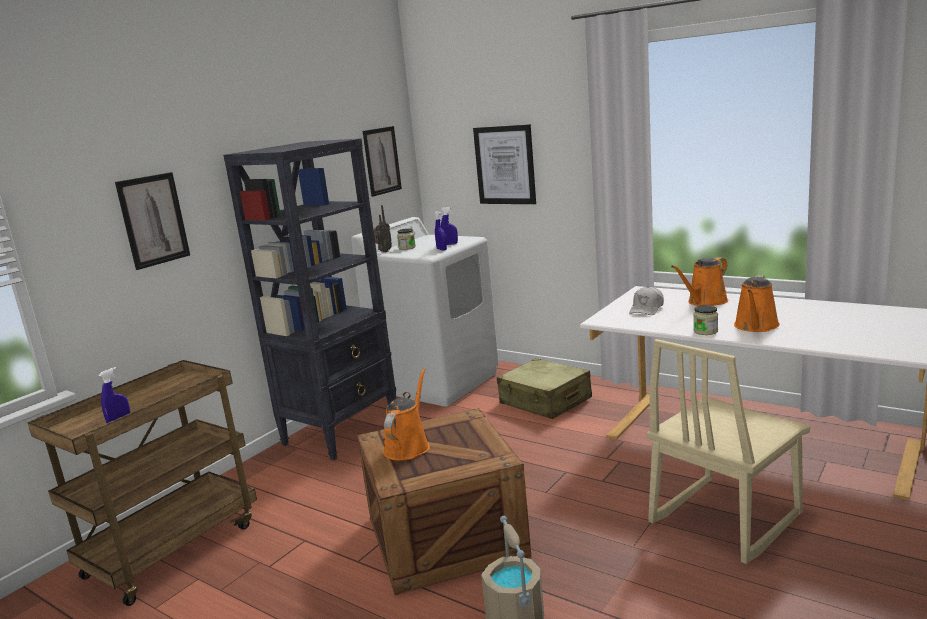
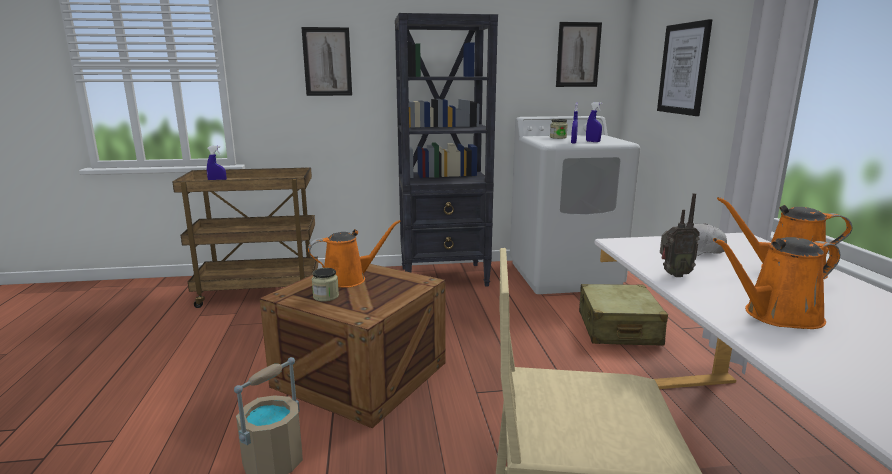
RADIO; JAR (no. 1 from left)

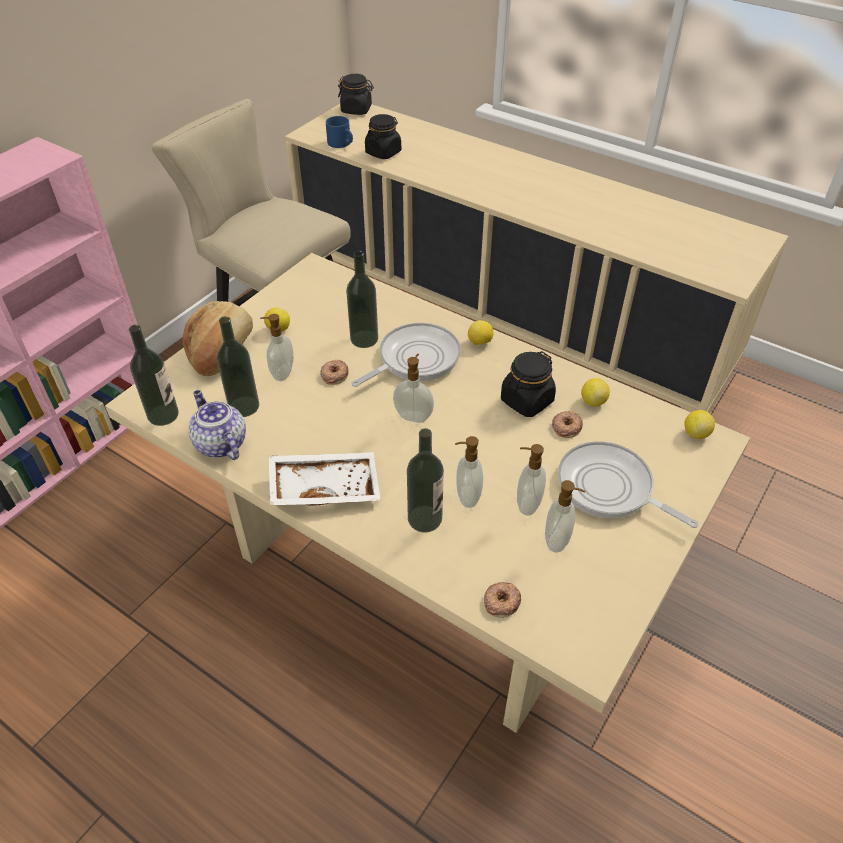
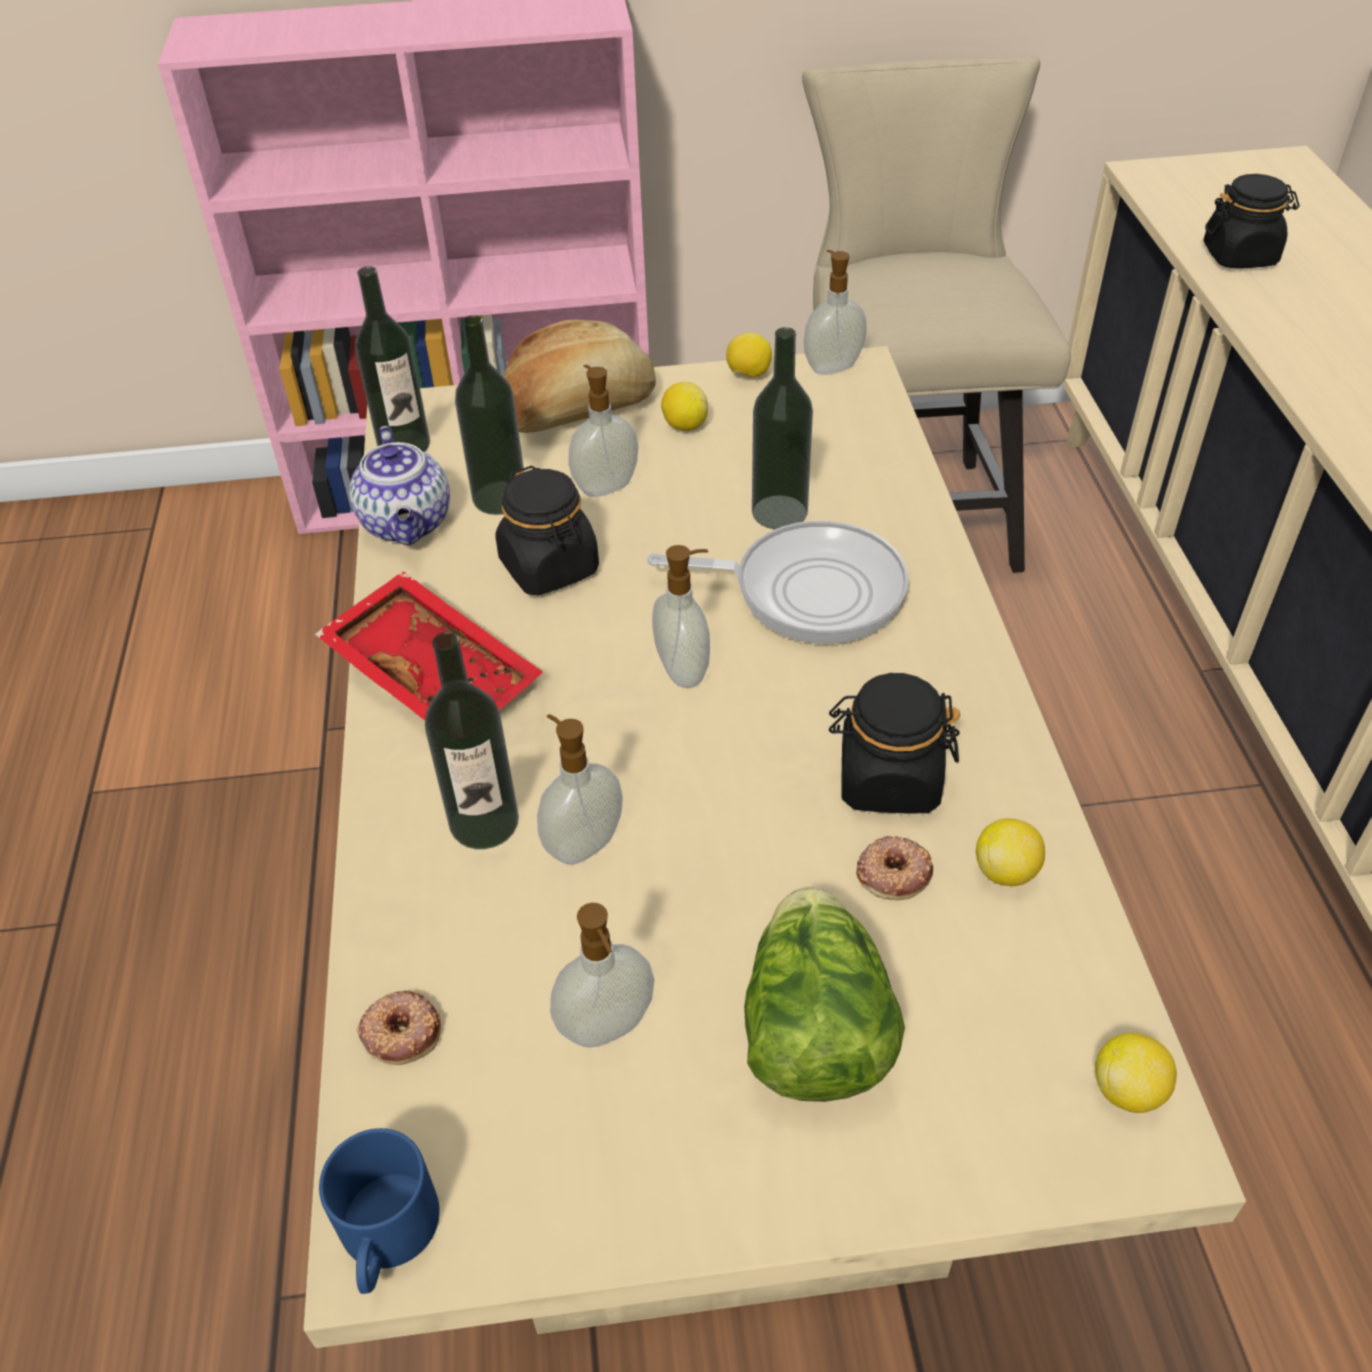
TEAPOT; RED TRAY; DONUT (no. 1 from left in the first image); BLUE MUG; BLACK JAR (no. 1 from left); LEMON (no. 2 from left); SOAP DISPENSER (no. 5 from left); LETTUCE

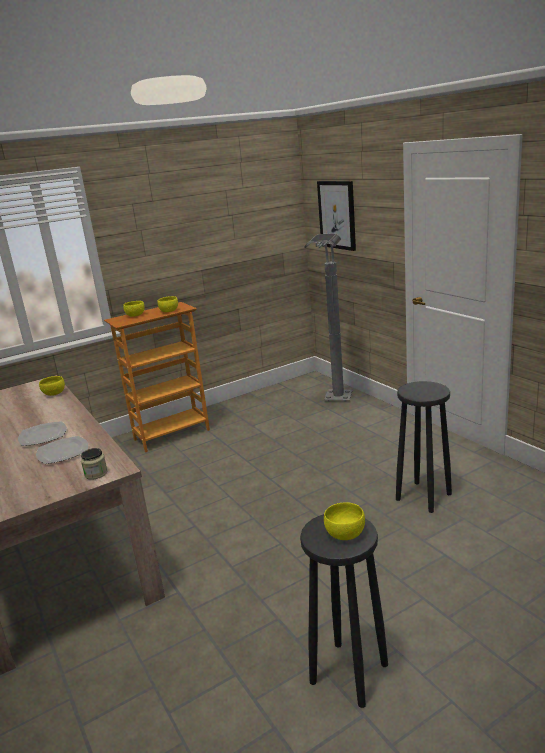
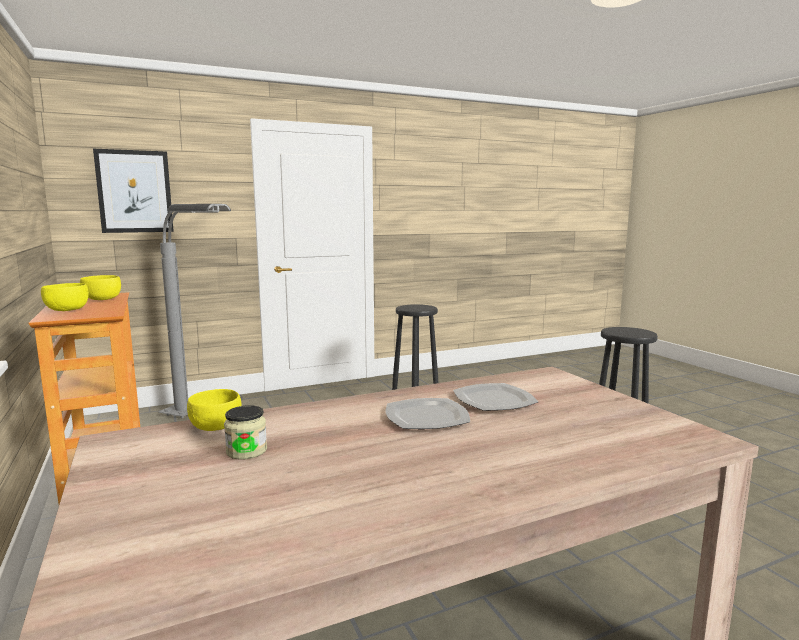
JAR; YELLOW BOWL (no. 4 from left in the first image)

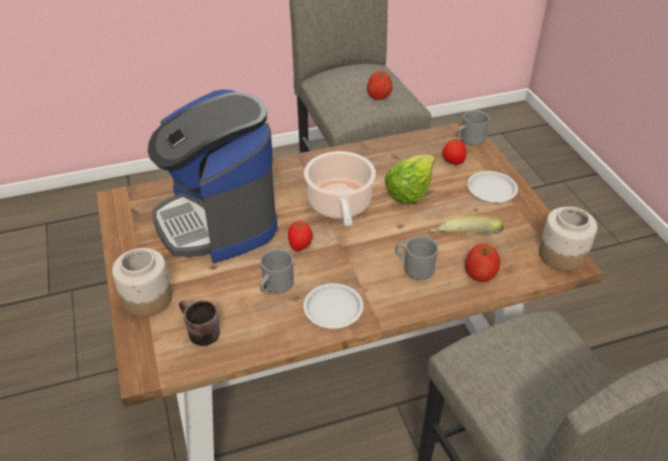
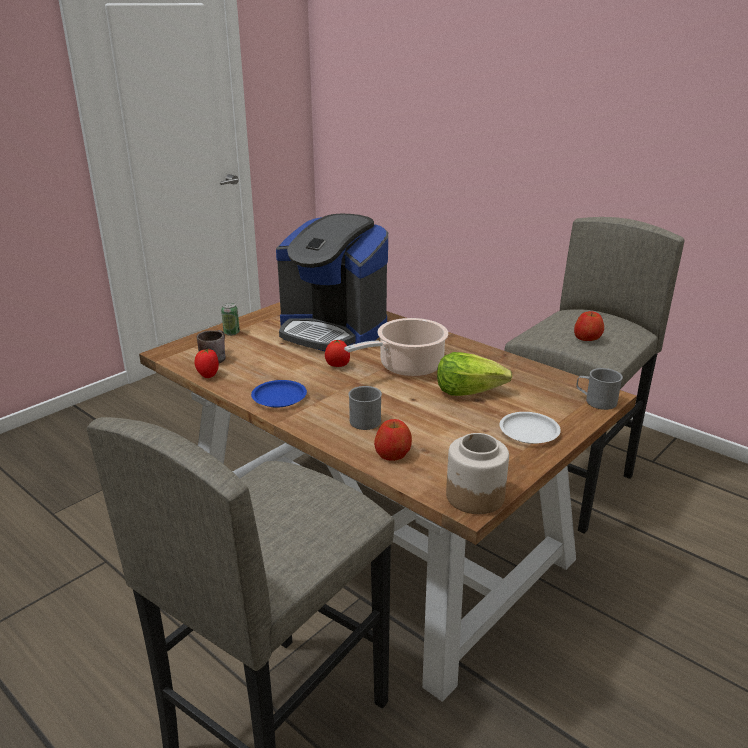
CAN; COFFEE MACHINE; GREY MUG (no. 1 from left in the first image); BLUE PLATE; BANANA; TOMATO (no. 1 from left)

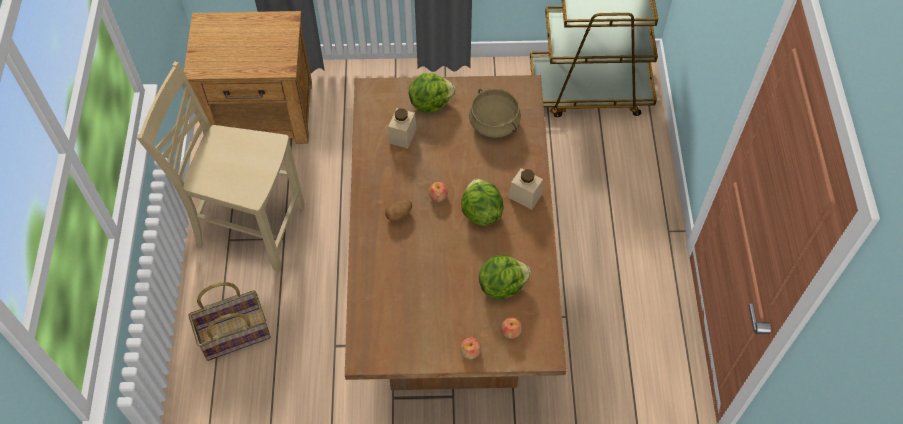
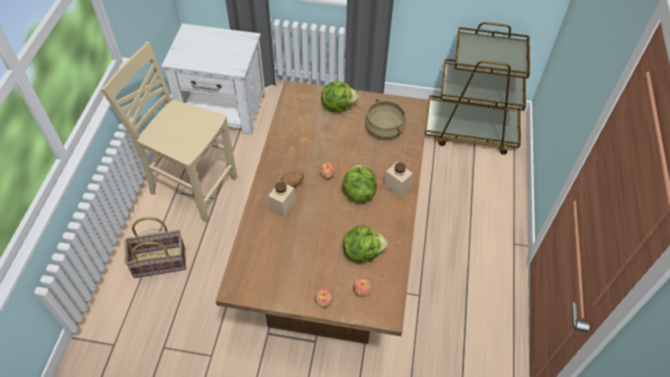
WHITE NIGHTSTAND; BEIGE JAR (no. 1 from left)

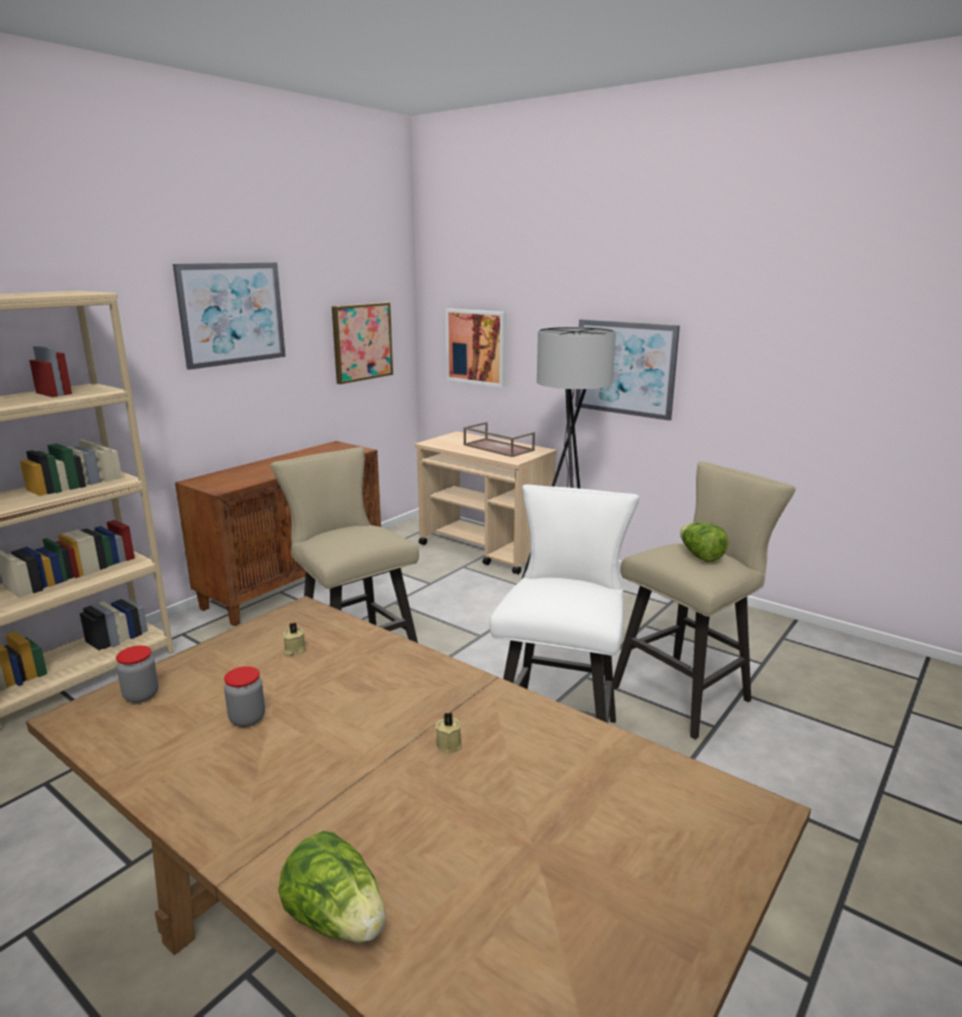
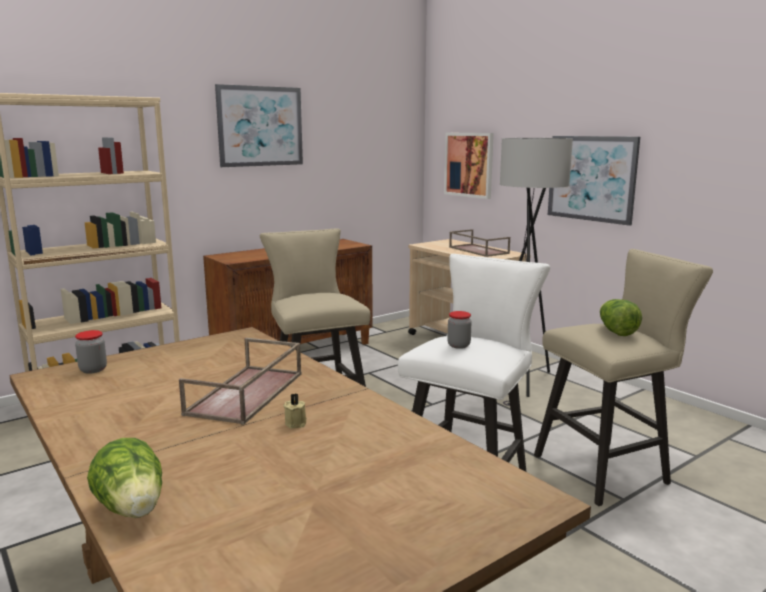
JAR (no. 2 from left); BEIGE CANDLE (no. 1 from left in the first image); PICTURE (no. 2 from left in the first image); BROWN TRAY (no. 1 from left)

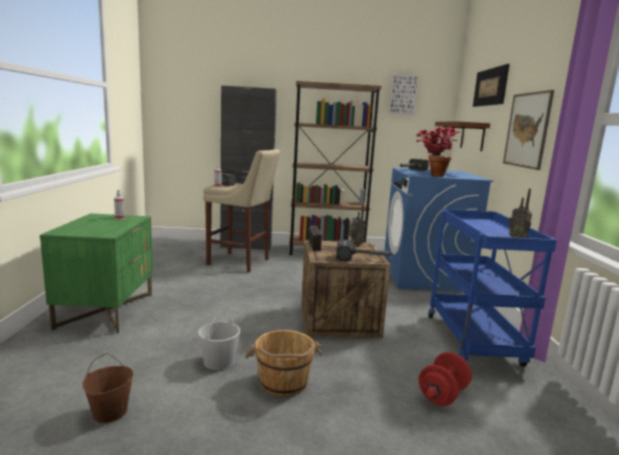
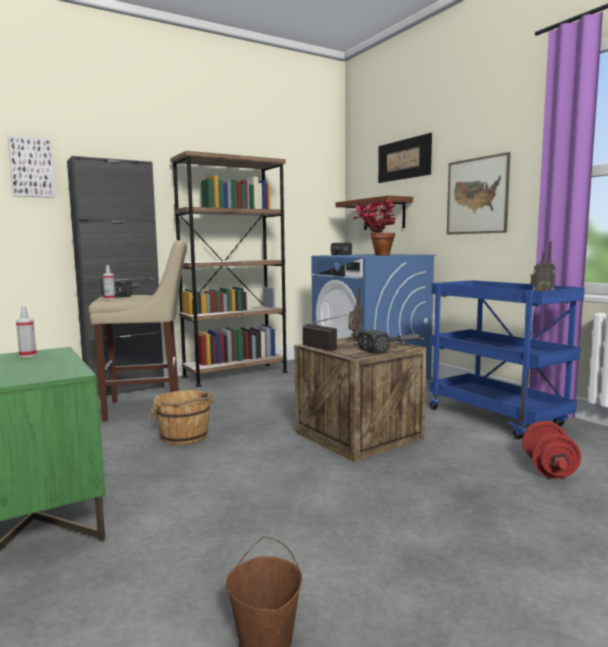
WHITE BUCKET; BROWN BUCKET (no. 1 from left); PICTURE (no. 1 from left)

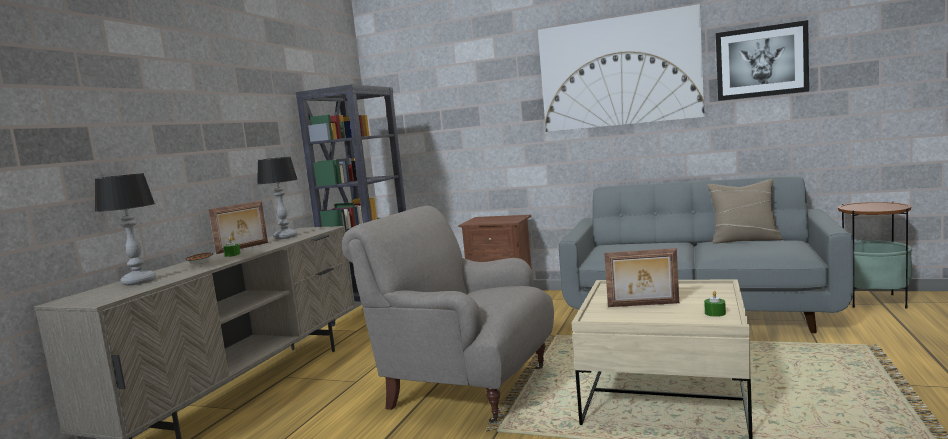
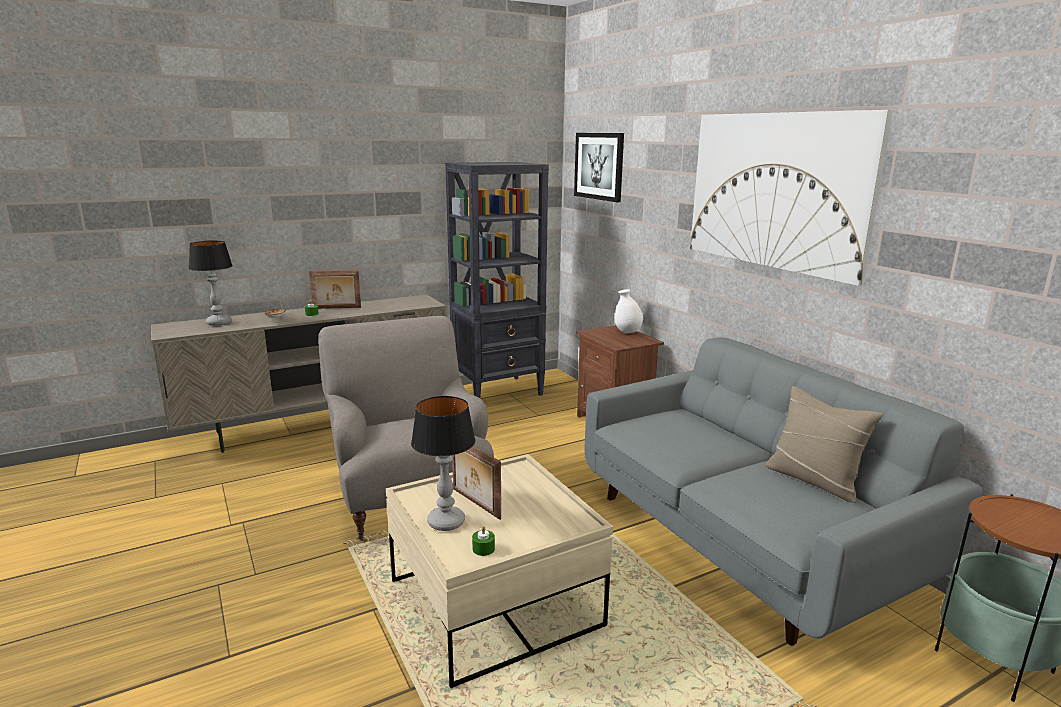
TABLE LAMP (no. 2 from left); PICTURE (no. 1 from left); WHITE VASE

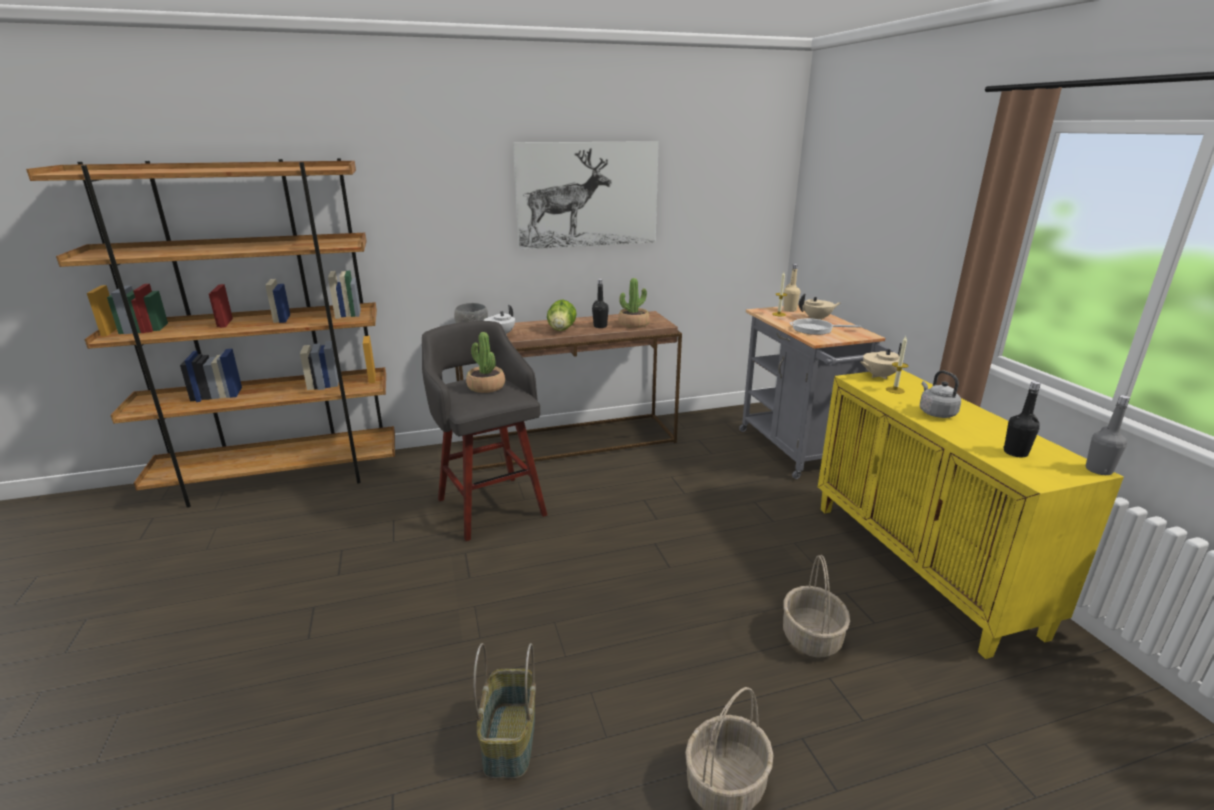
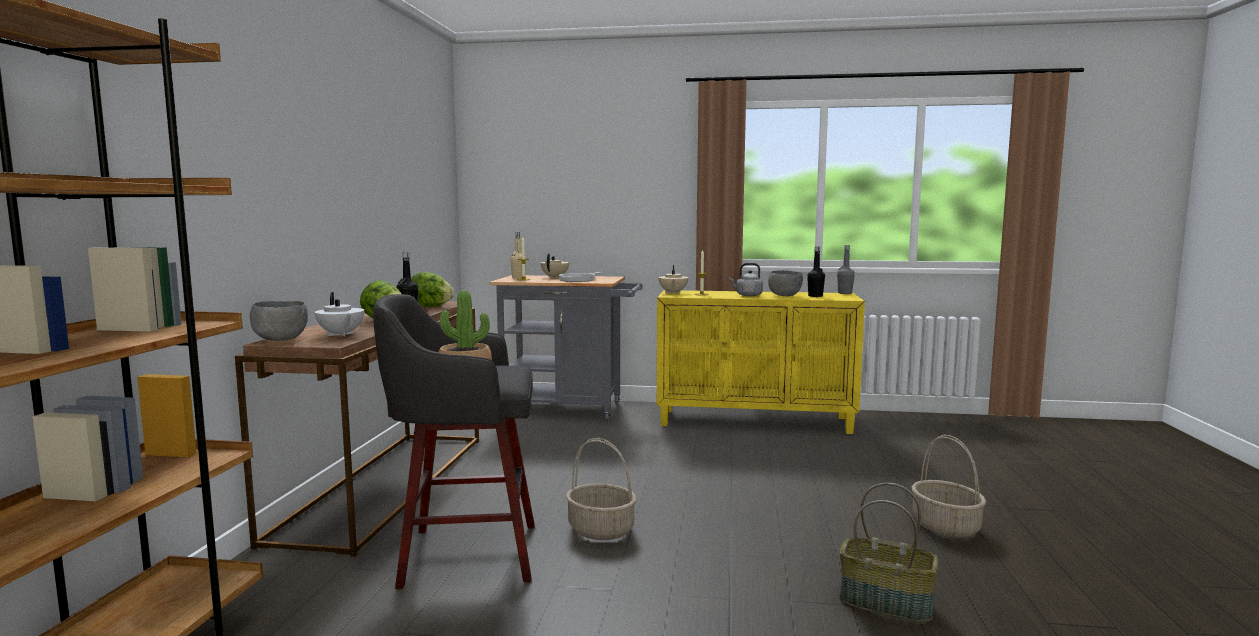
PICTURE; LETTUCE (no. 2 from left); BASKET (no. 1 from left); GREY BOWL (no. 2 from left)

